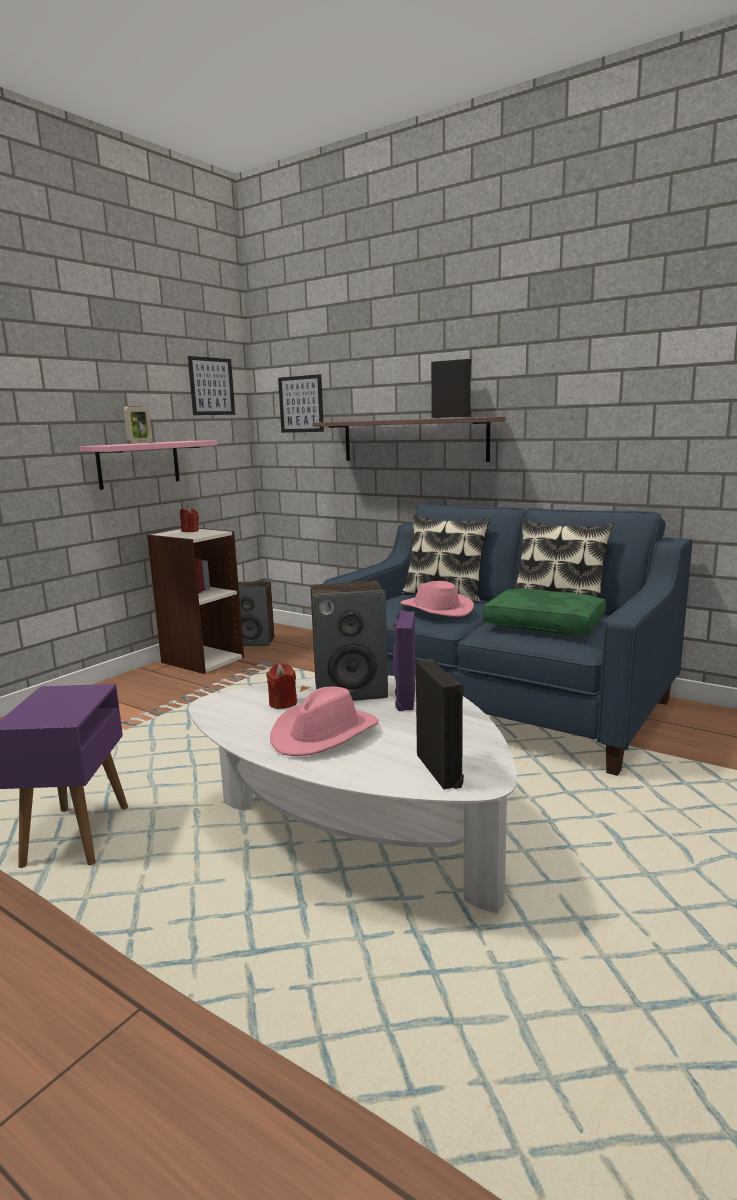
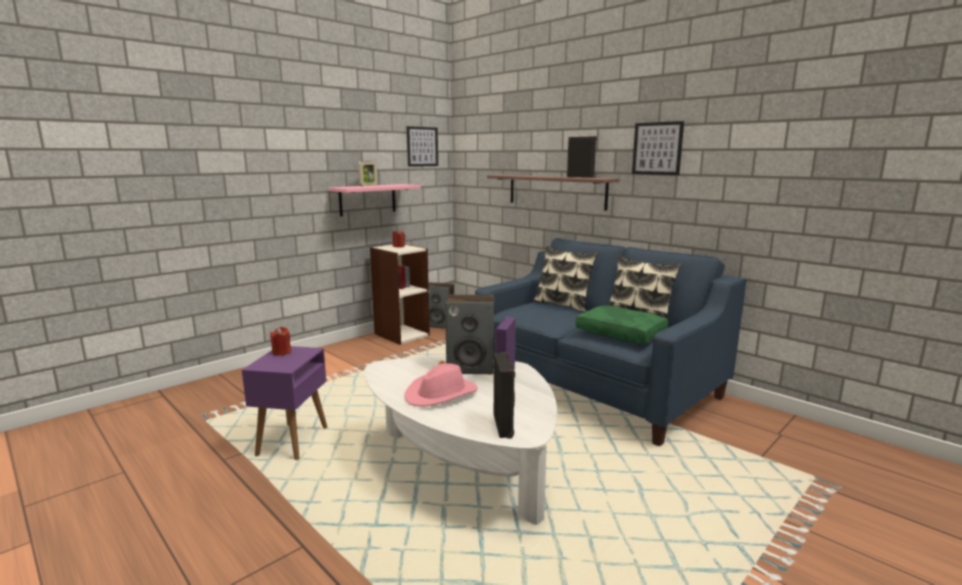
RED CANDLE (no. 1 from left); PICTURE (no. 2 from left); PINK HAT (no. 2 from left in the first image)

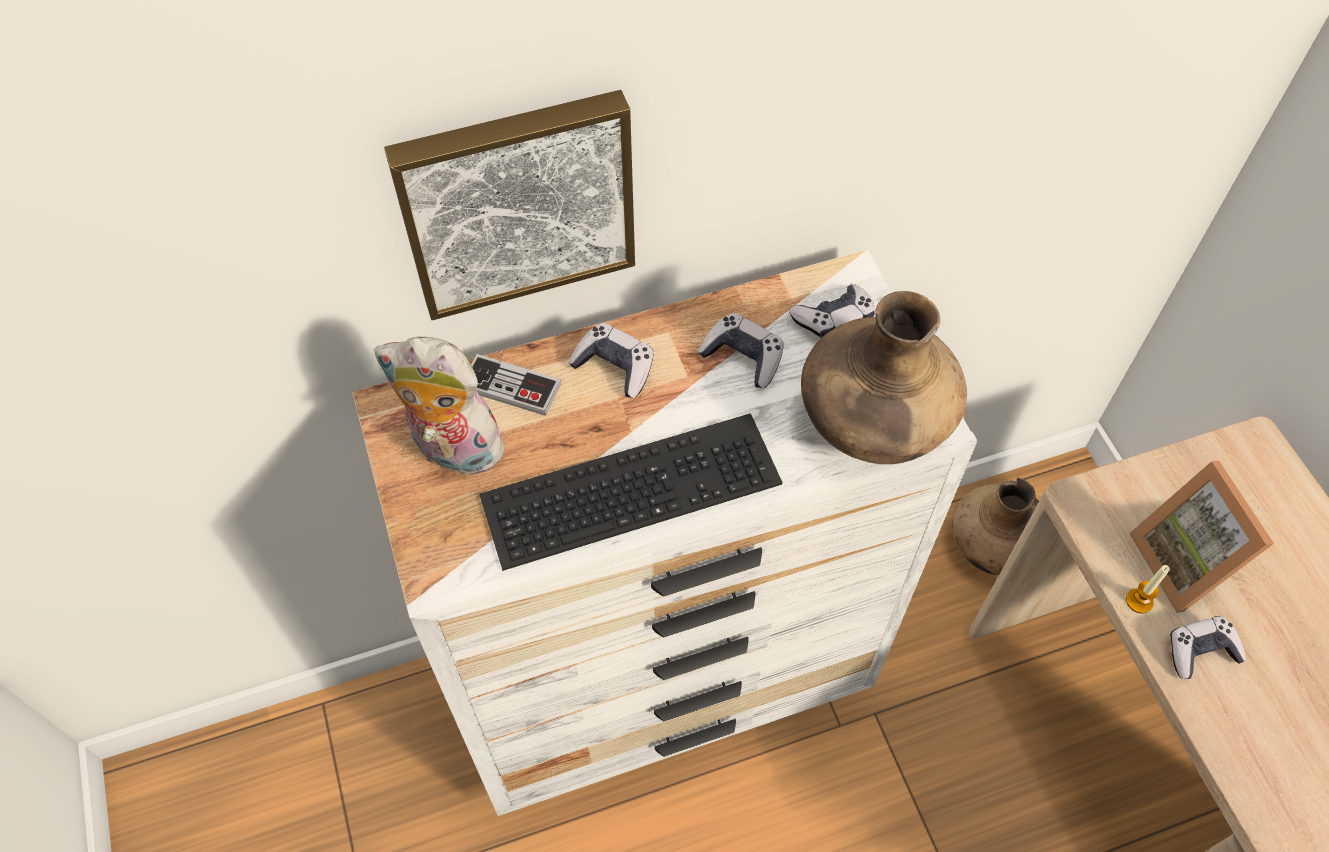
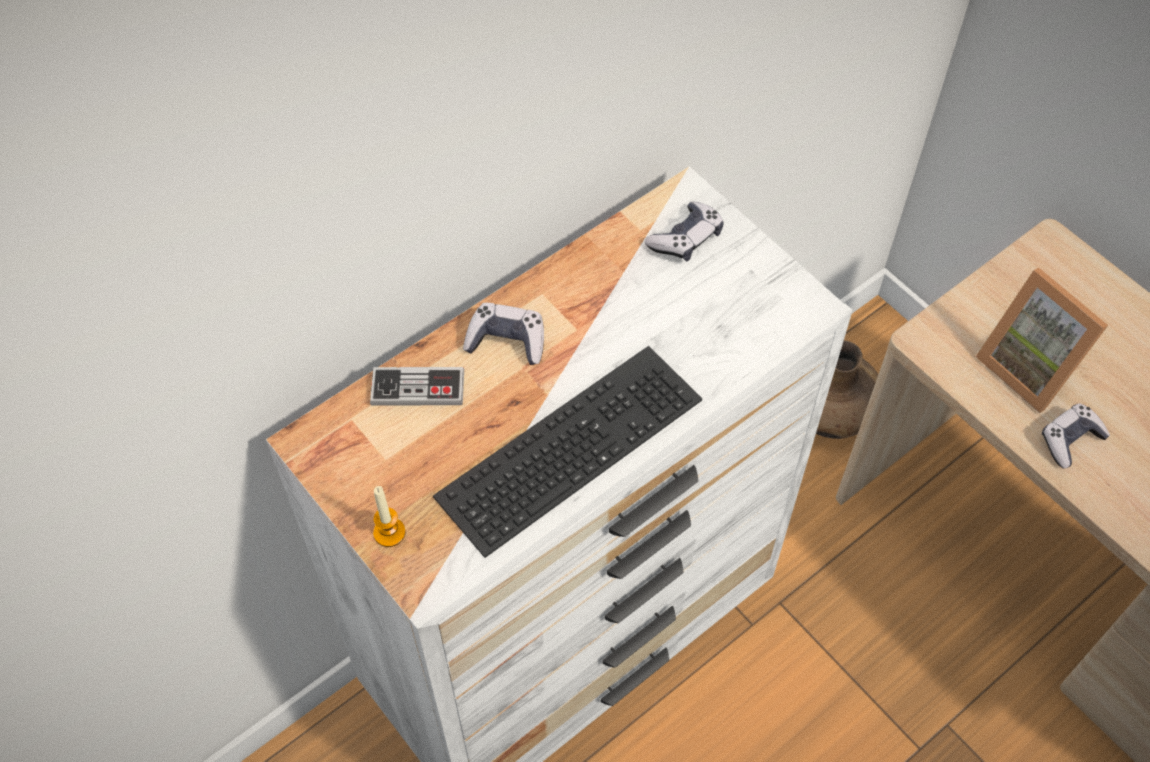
PLUSH TOY; PICTURE; GAME CONTROLLER (no. 3 from left in the first image); BROWN VASE (no. 1 from left in the first image); CANDLE

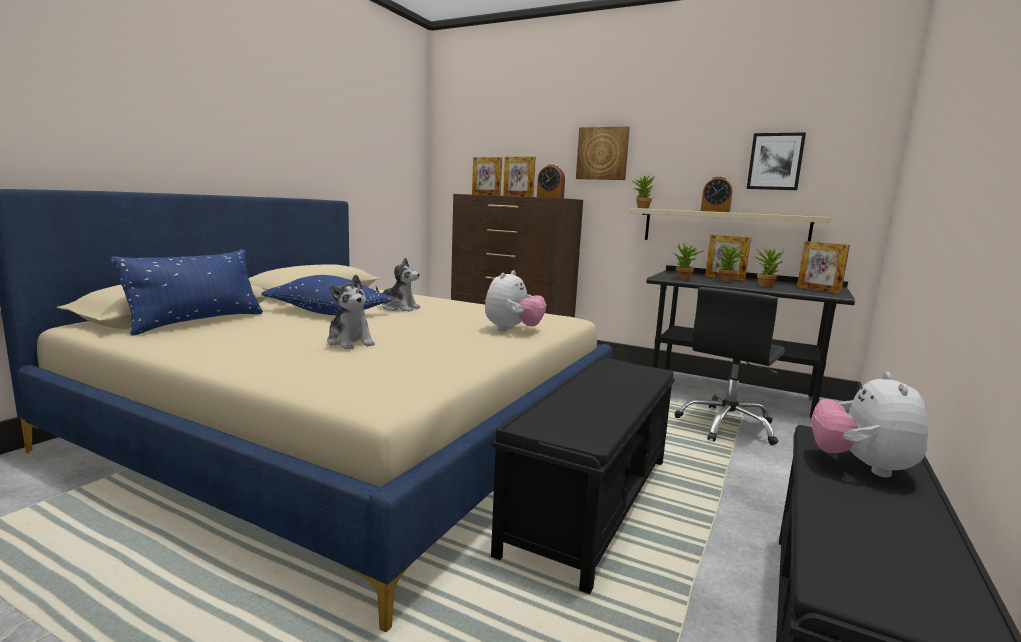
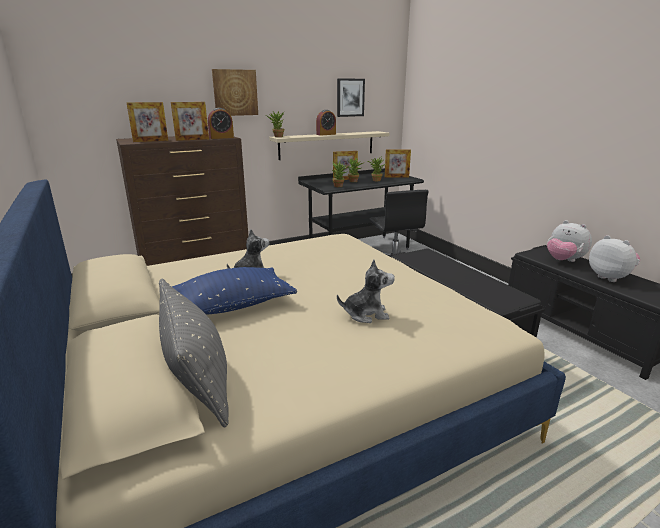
GREY PILLOW; PLUSH TOY (no. 4 from left)

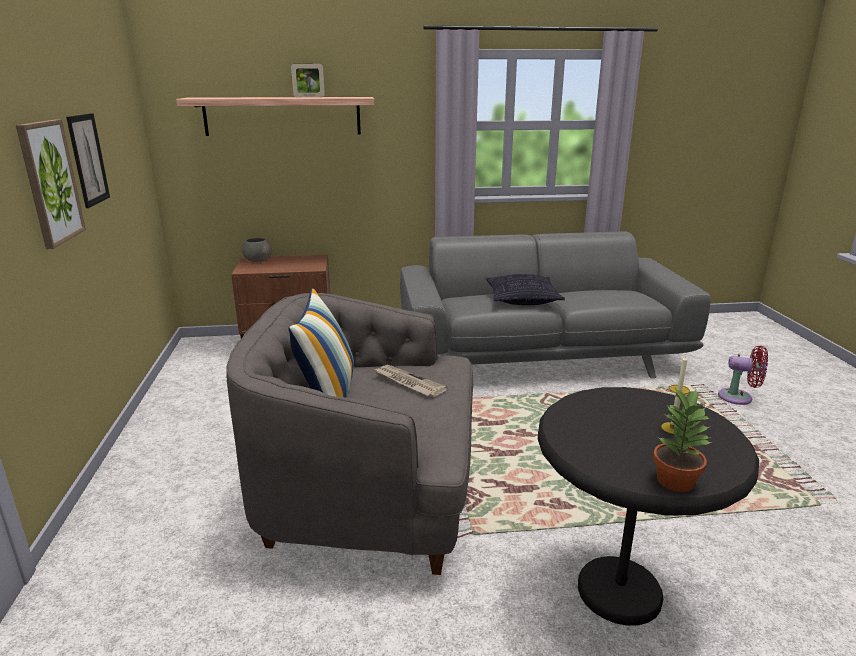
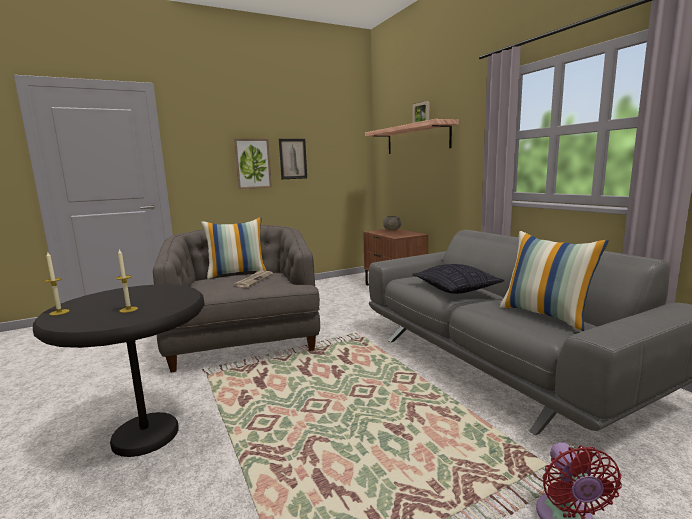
CANDLE (no. 1 from left); PILLOW (no. 3 from left)

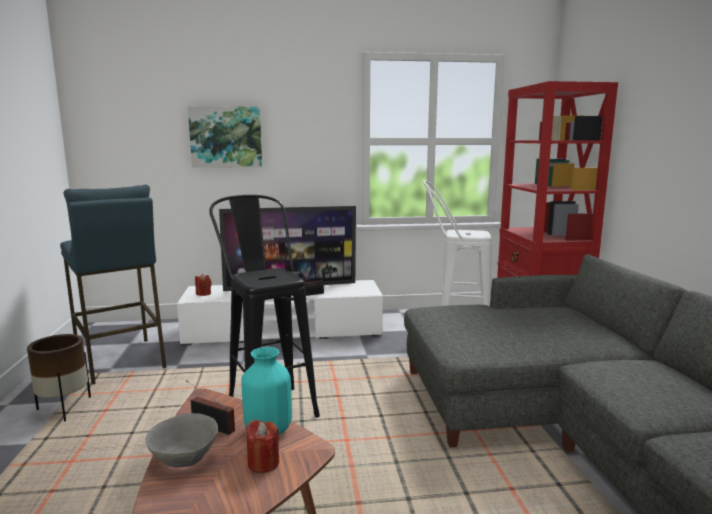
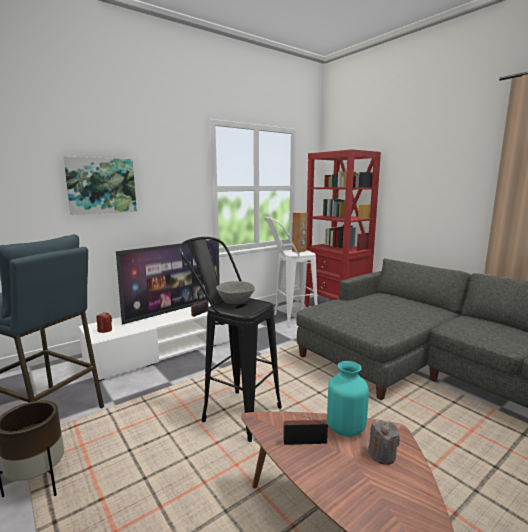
GREY BOWL; GREY CANDLE; BROWN SPEAKER

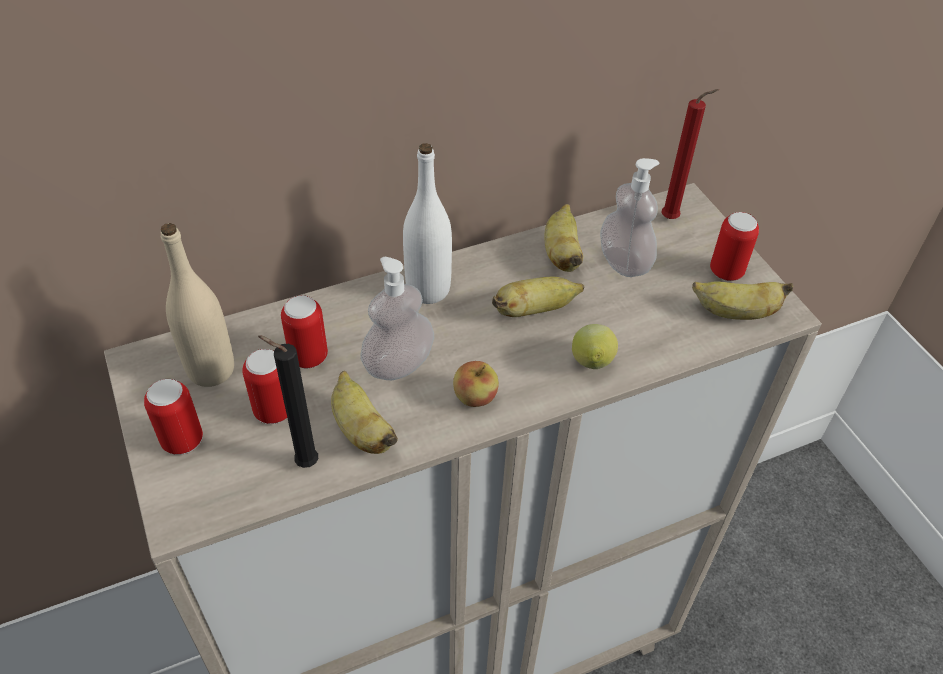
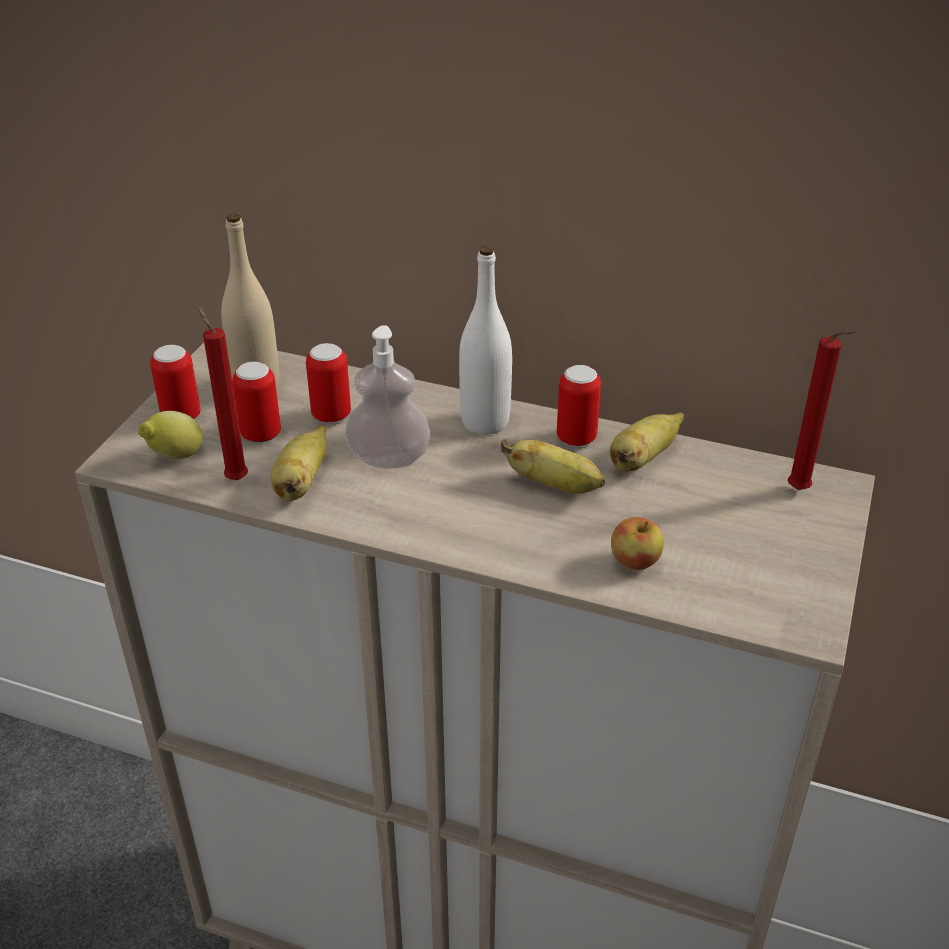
RED CANDLE (no. 1 from left); APPLE; LEMON; SOAP DISPENSER (no. 2 from left in the first image); BANANA (no. 4 from left in the first image); CAN (no. 4 from left)

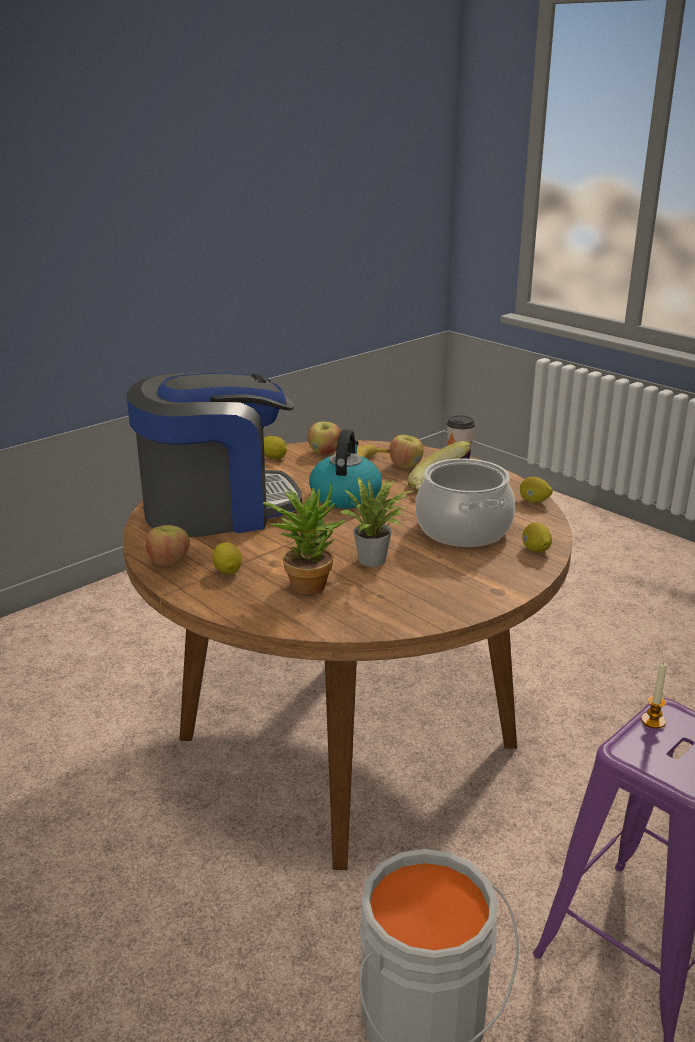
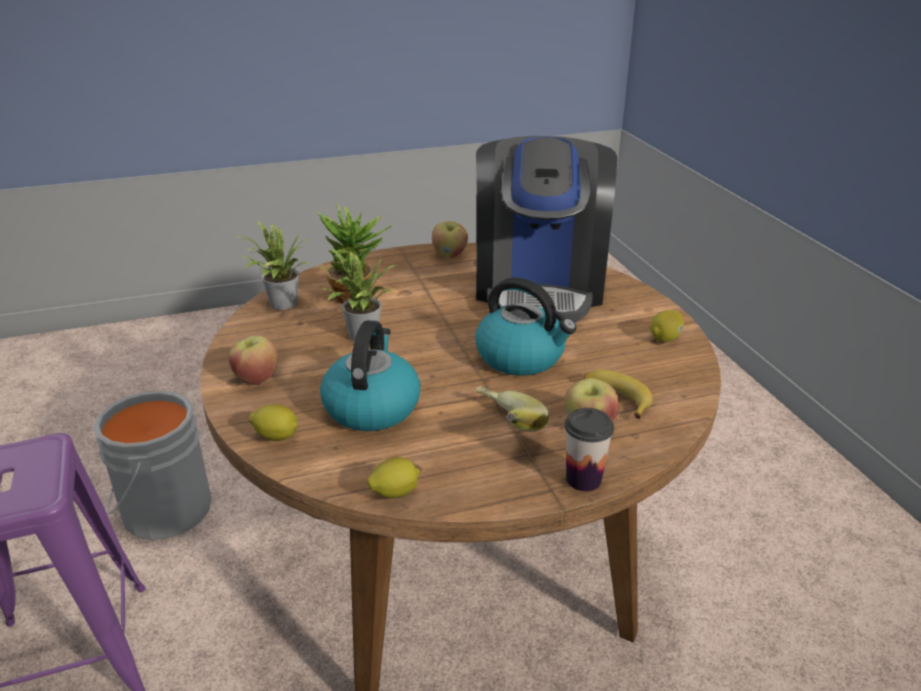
LEMON (no. 1 from left in the first image); APPLE (no. 1 from left); KETTLE (no. 1 from left); CANDLE; POTTED PLANT (no. 1 from left)

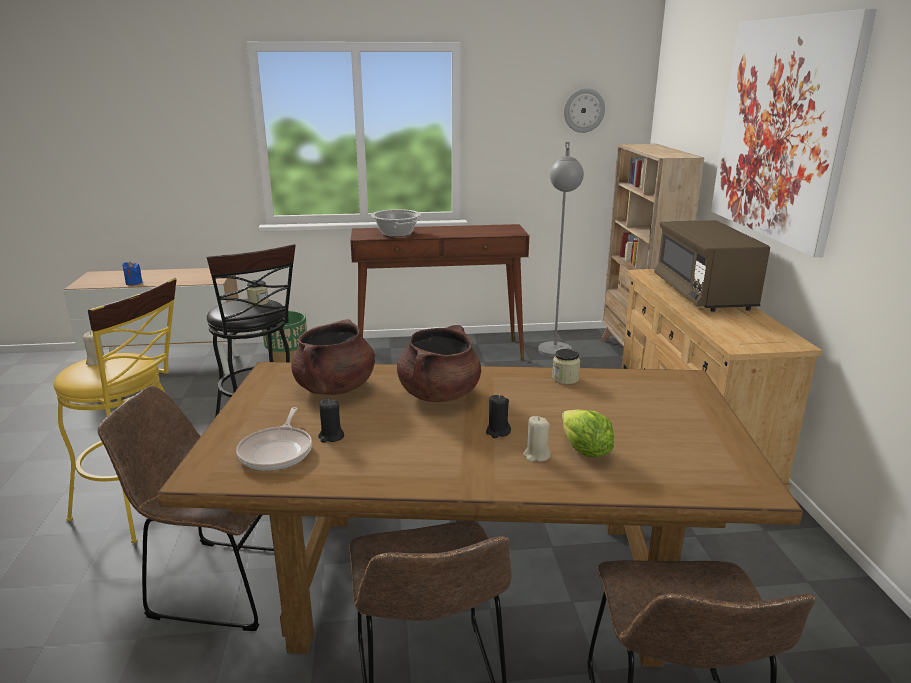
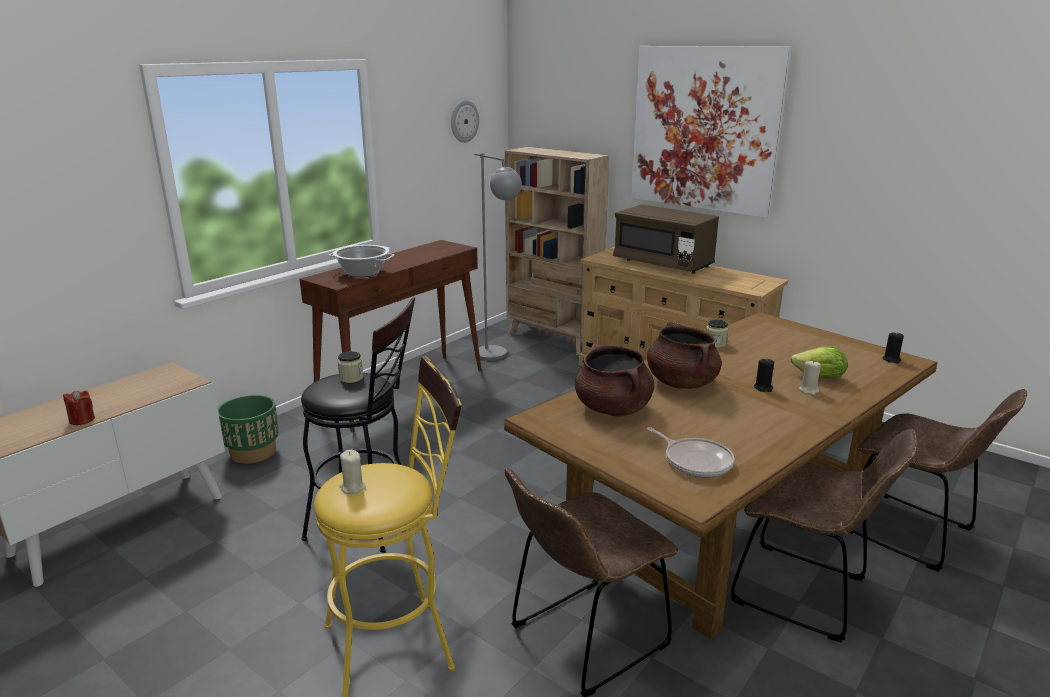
RED CANDLE; BLACK CANDLE (no. 2 from left)

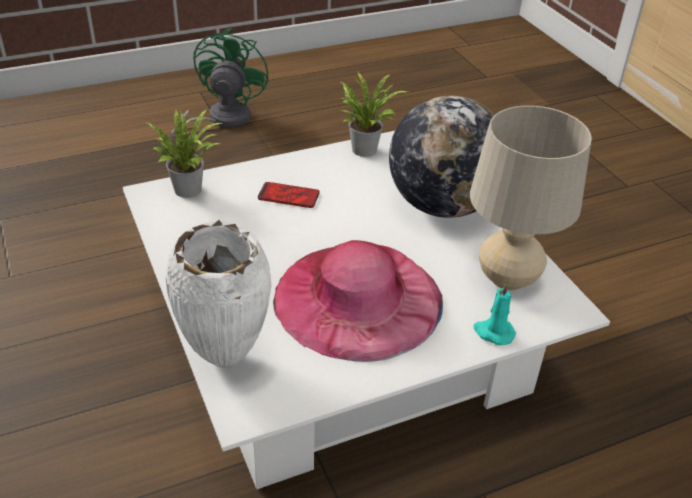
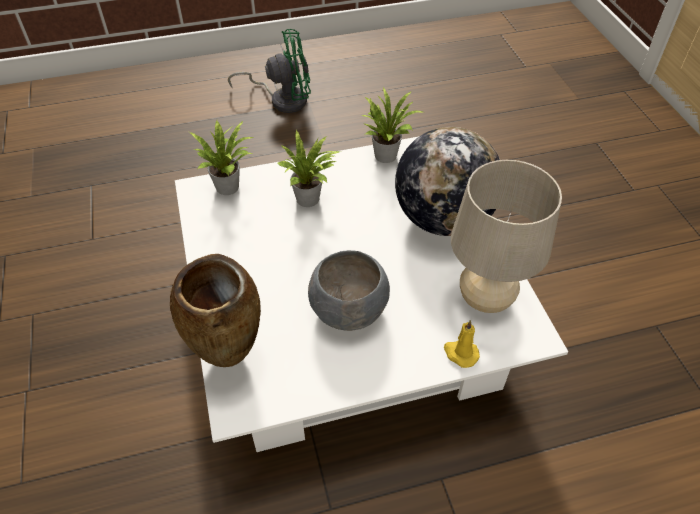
BROWN VASE; GREEN FAN; POTTED PLANT (no. 2 from left); GREY BOWL; YELLOW CANDLE

